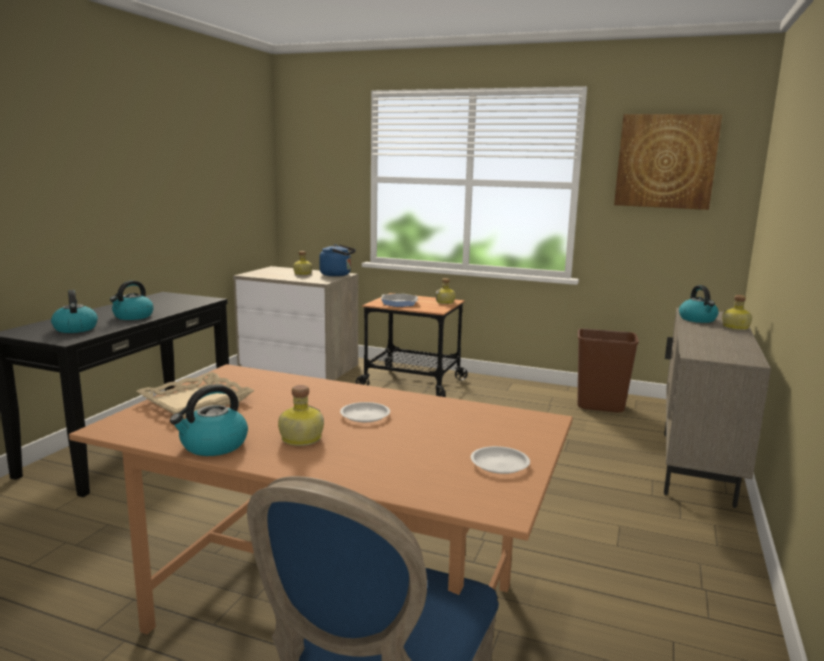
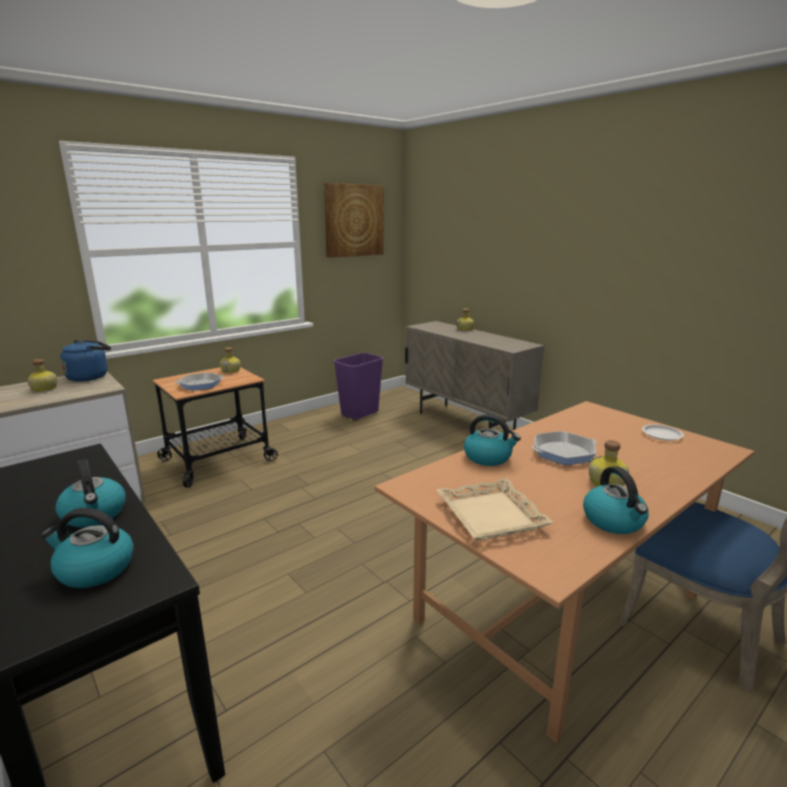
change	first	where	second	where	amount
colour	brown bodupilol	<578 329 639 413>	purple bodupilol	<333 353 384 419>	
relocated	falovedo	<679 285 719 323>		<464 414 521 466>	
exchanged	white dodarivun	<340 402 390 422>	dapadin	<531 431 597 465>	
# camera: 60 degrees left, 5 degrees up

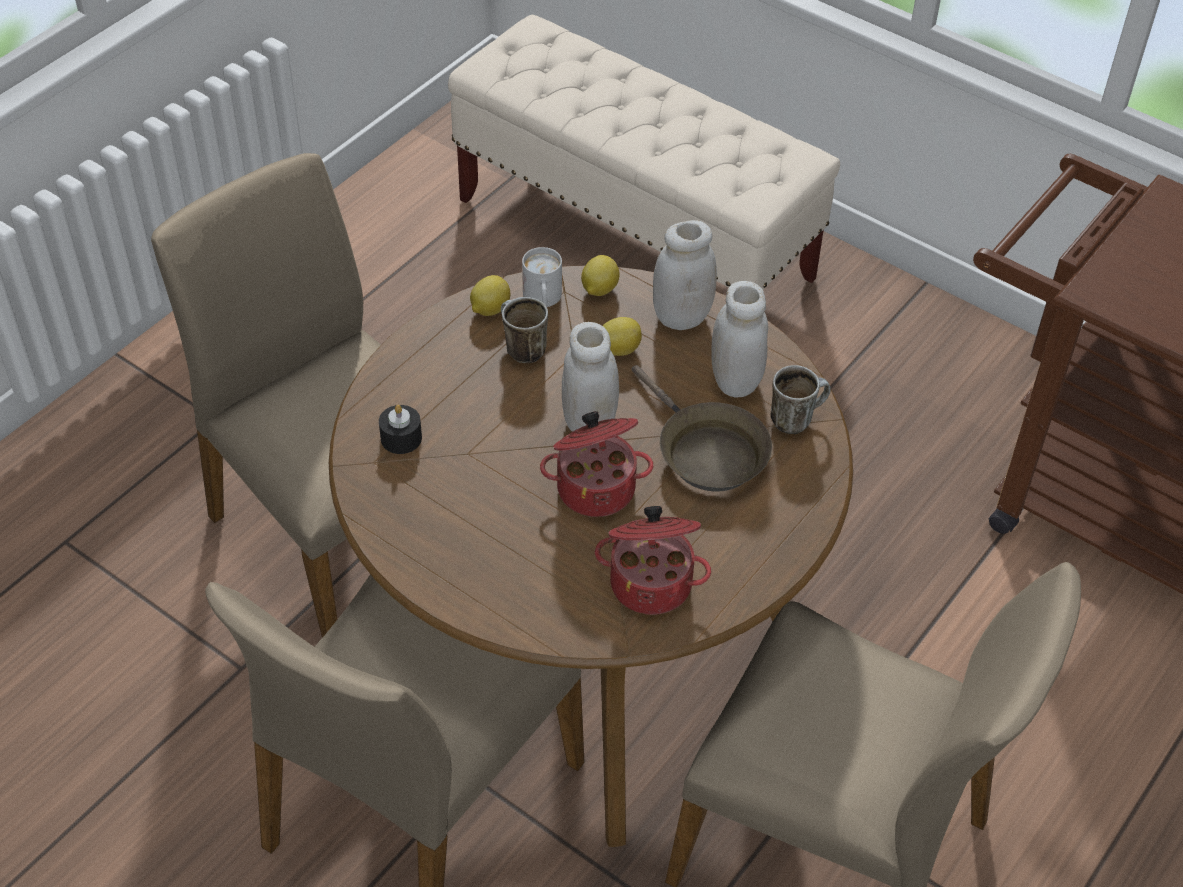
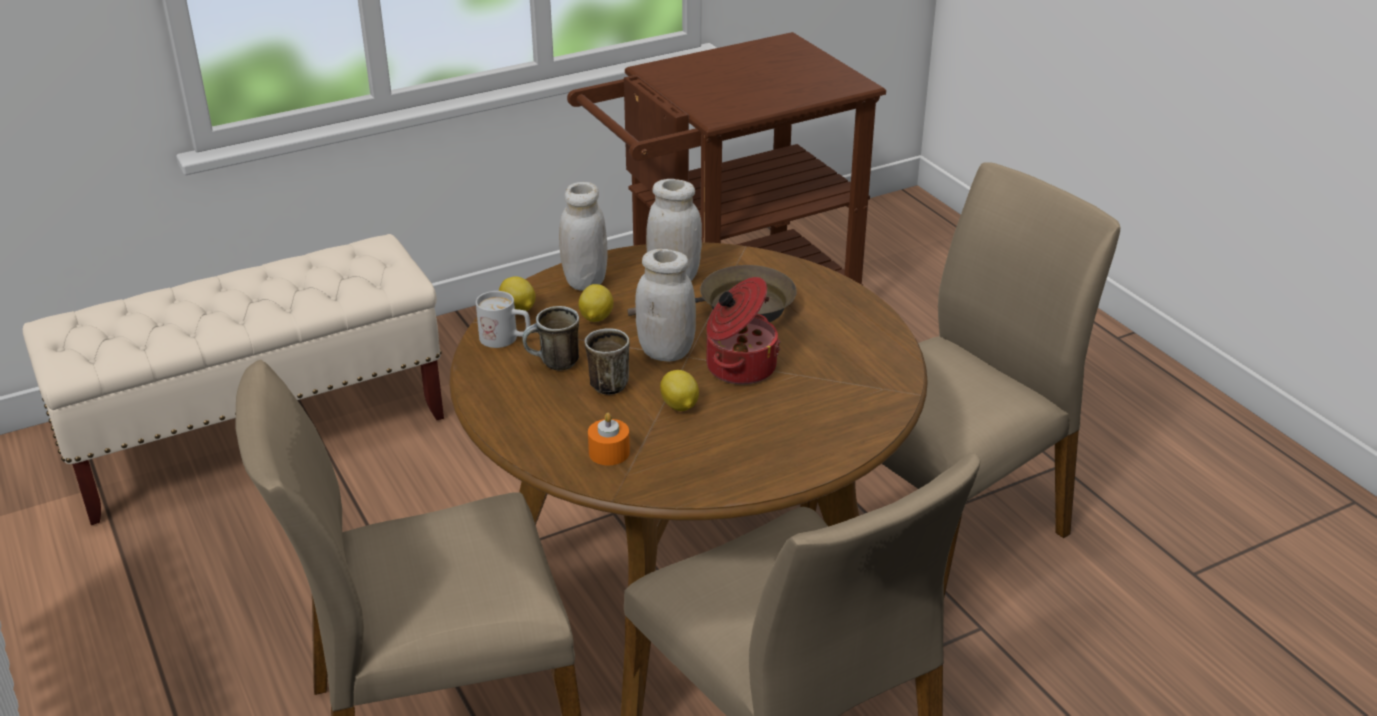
change	first	where	second	where	amount
relocated	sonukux	<770 365 831 434>		<584 328 630 395>	
colour	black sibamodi	<379 404 422 454>	orange sibamodi	<588 413 630 465>	
relocated	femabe	<470 275 510 316>		<660 370 699 411>	
missing	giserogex	<595 506 711 615>			
# camera: 65 degrees left, 15 degrees down

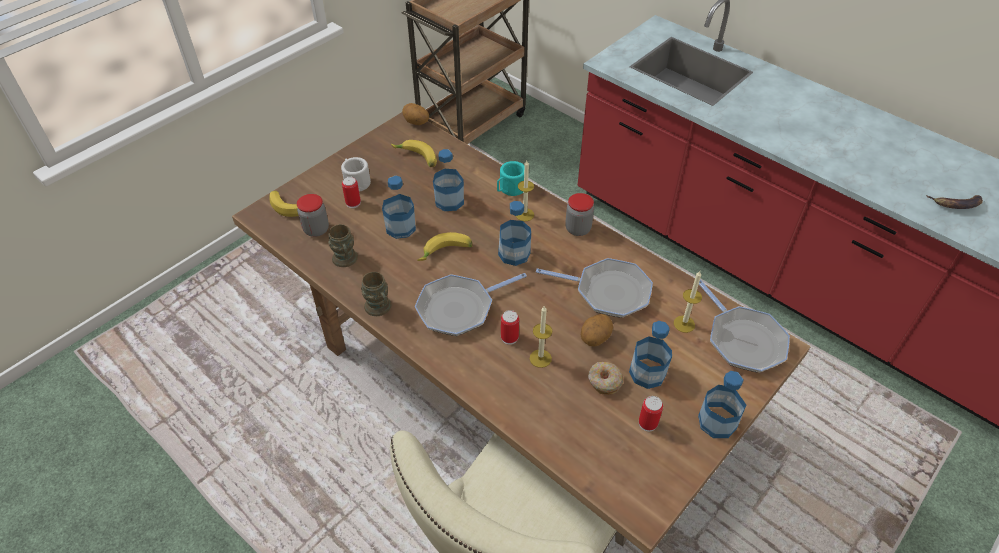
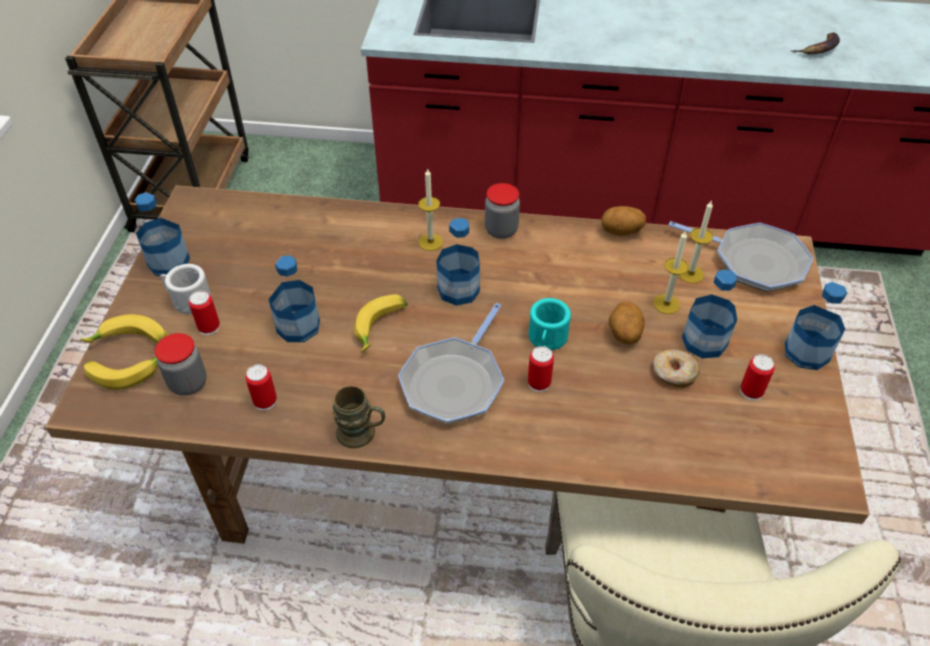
change	first	where	second	where	amount
relocated	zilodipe	<391 140 437 167>		<80 314 168 343>	
relocated	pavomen	<433 149 464 211>		<134 192 190 276>	
exchanged	brown sonukux	<328 224 358 267>	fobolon	<245 364 277 410>	
relocated	turquoise sonukux	<497 161 525 196>		<529 298 571 350>	
relocated	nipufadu	<402 103 429 125>		<601 206 646 236>	
relocated	sibamodi	<530 306 552 368>		<653 230 688 314>	
missing	dapadin	<536 258 653 318>			
# camera: 35 degrees left, 0 degrees up

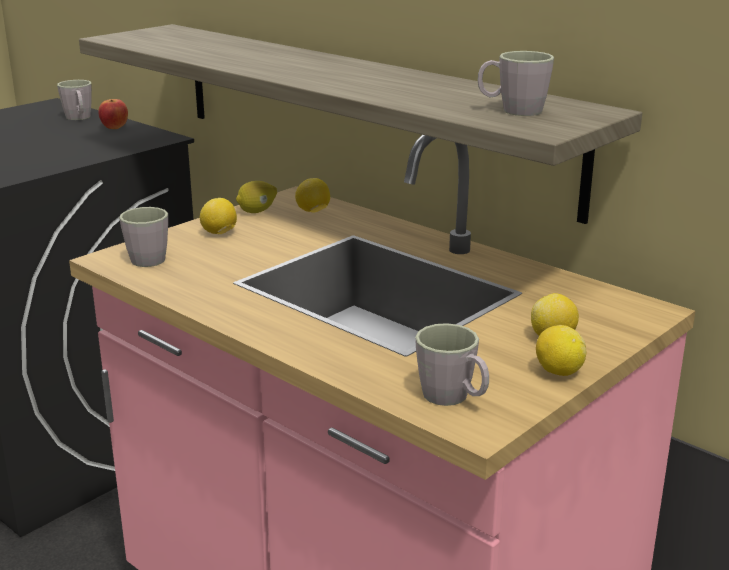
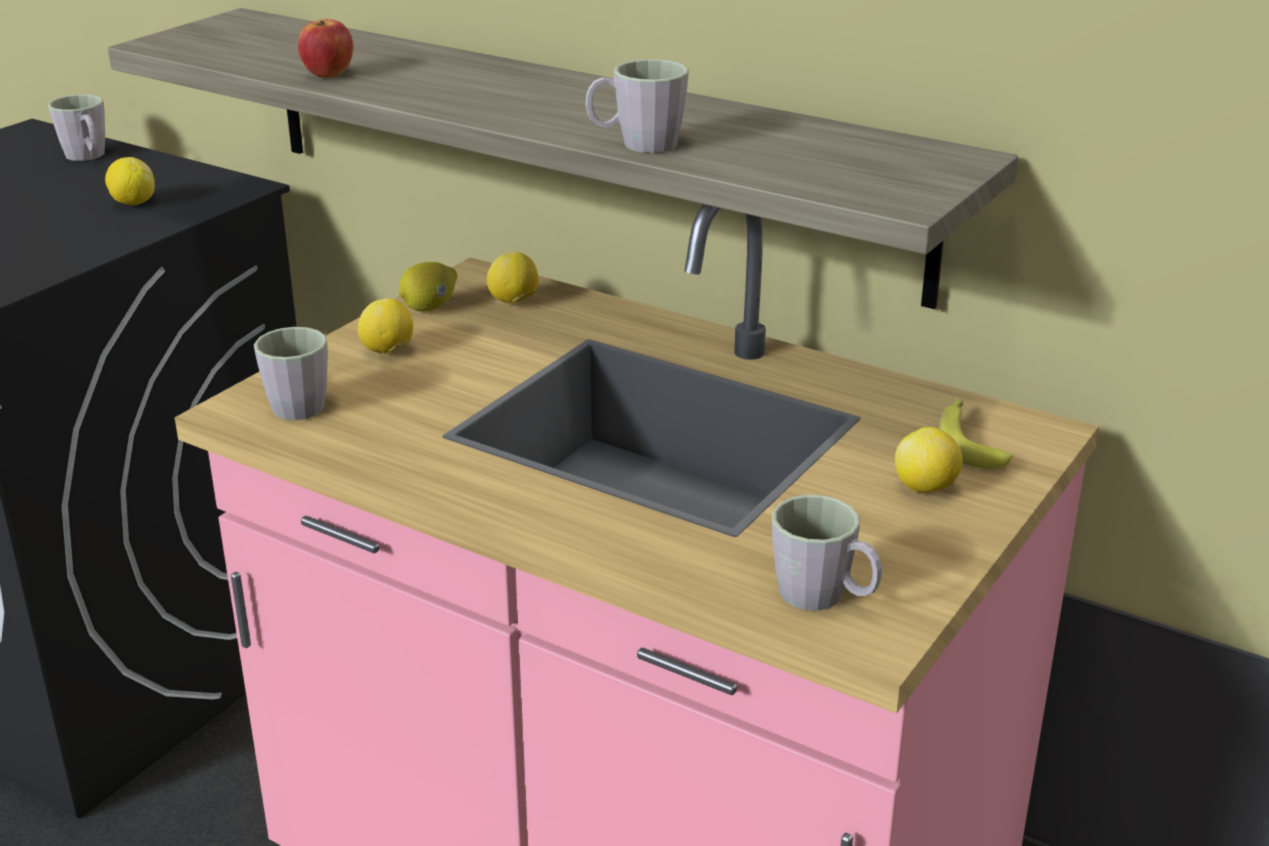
change	first	where	second	where	amount
relocated	femabe	<536 325 586 376>		<105 157 155 205>	
relocated	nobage	<98 99 128 129>		<298 19 353 78>	
relocated	grey sonukux	<477 51 554 116>		<586 59 689 153>	
appeared			zilodipe	<939 397 1013 469>	
# camera: 10 degrees left, 5 degrees up

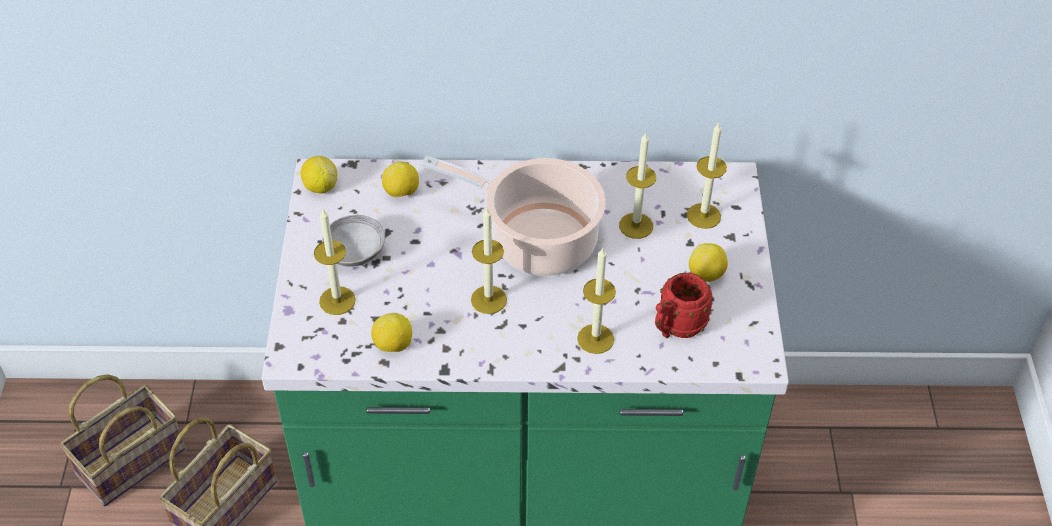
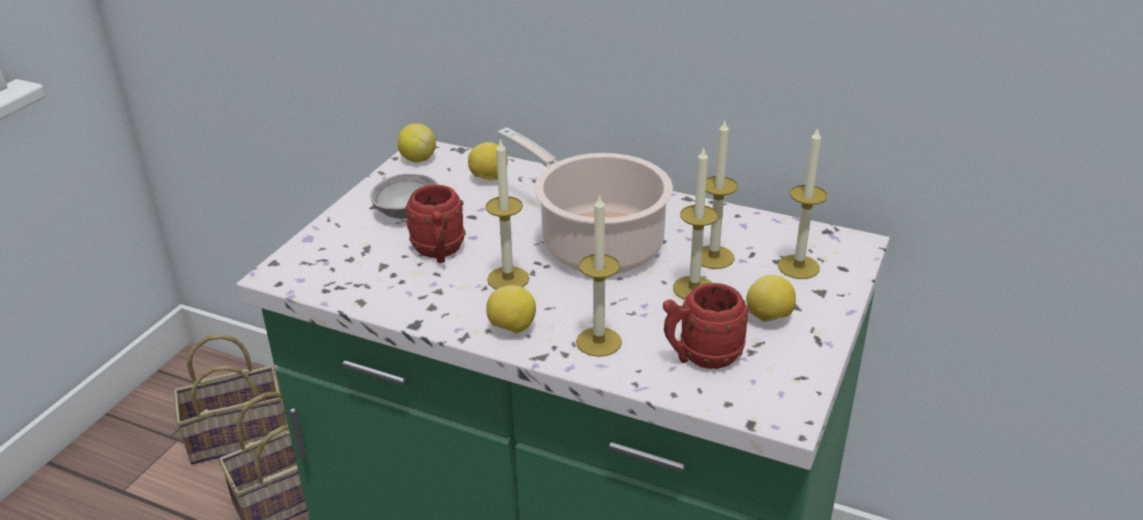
change	first	where	second	where	amount
appeared			red sonukux	<405 185 466 263>	
relocated	femabe	<371 313 412 352>		<486 285 536 333>	
relocated	sibamodi	<314 209 356 315>		<673 146 718 300>	
# camera: 25 degrees right, 15 degrees down

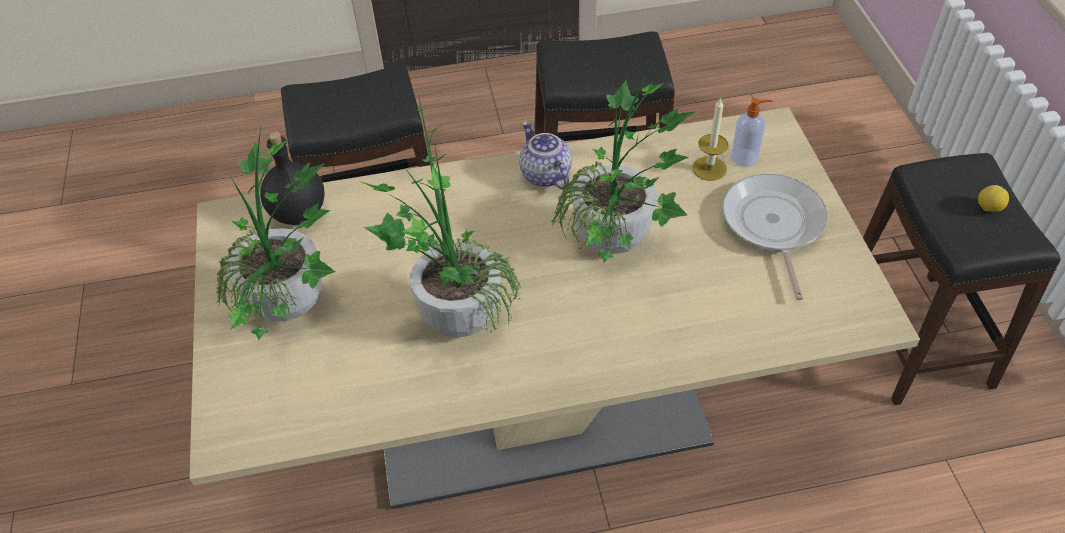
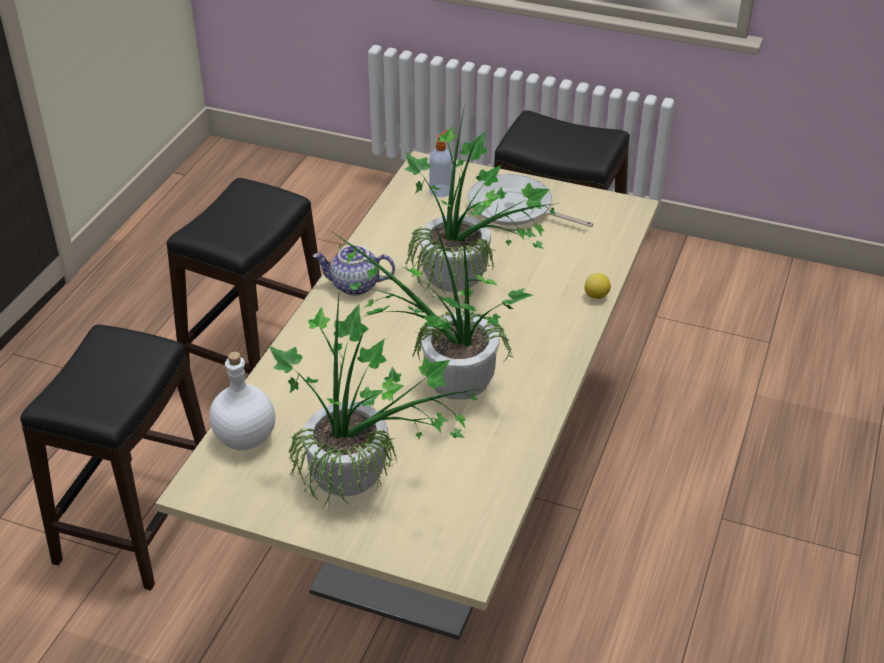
change	first	where	second	where	amount
colour	black pavomen	<260 131 324 225>	white pavomen	<209 351 275 450>	
relocated	femabe	<978 185 1009 211>		<584 273 611 299>	
missing	sibamodi	<692 97 728 181>			
# camera: 60 degrees left, 10 degrees down

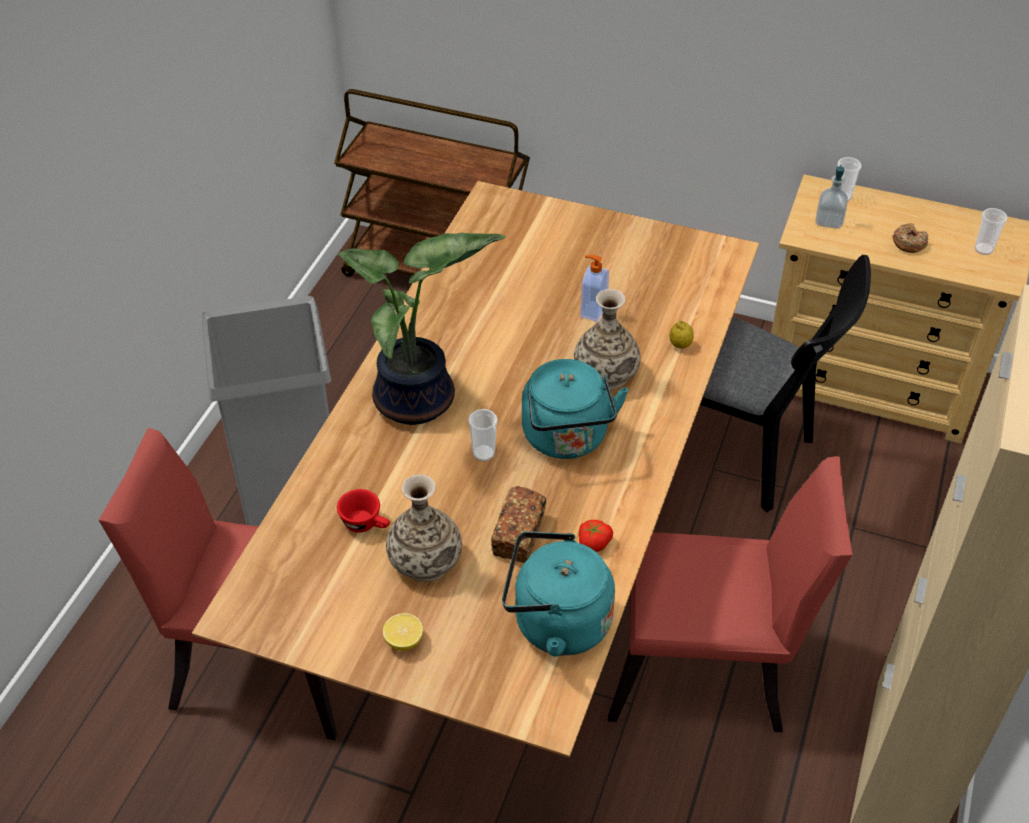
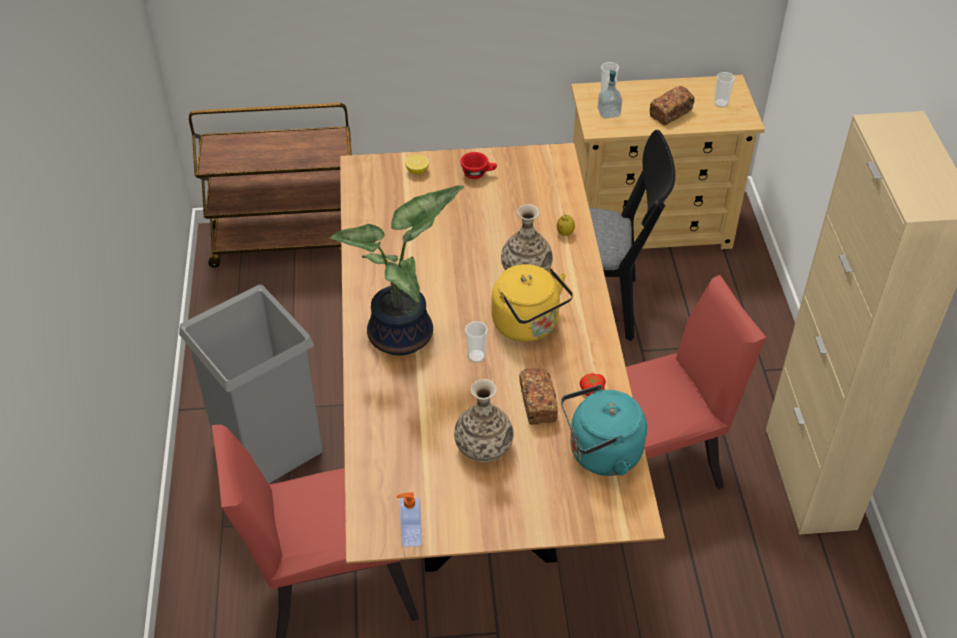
change	first	where	second	where	amount
relocated	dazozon	<580 255 609 322>		<397 492 421 547>	
relocated	femabe	<383 613 423 651>		<405 154 429 174>	
relocated	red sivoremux	<337 489 390 533>		<461 152 497 179>	
colour	turquoise falovedo	<522 359 628 459>	yellow falovedo	<491 264 573 342>	
exchanged	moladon	<892 223 929 253>	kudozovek	<649 86 694 125>	
# camera: 25 degrees left, 0 degrees up

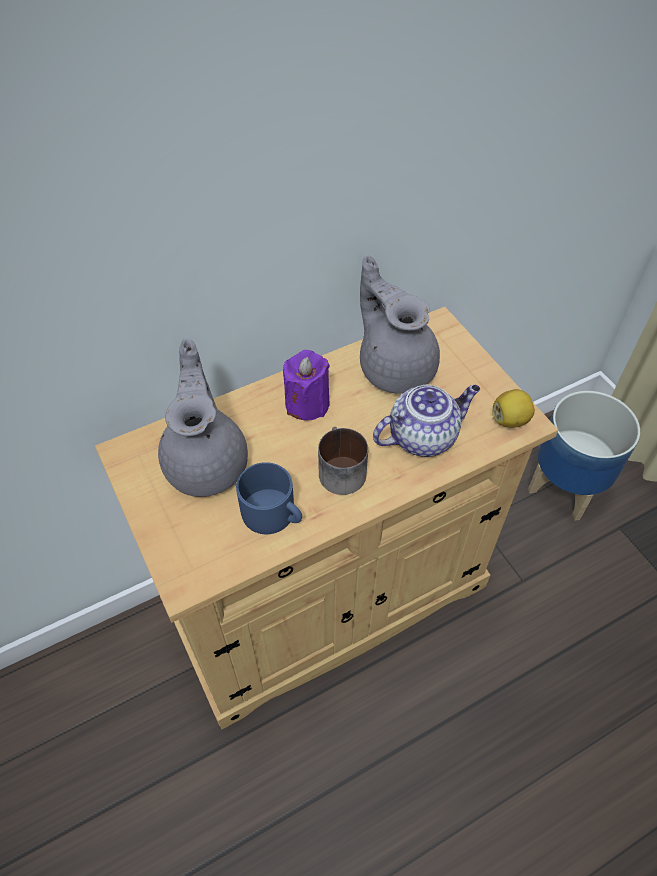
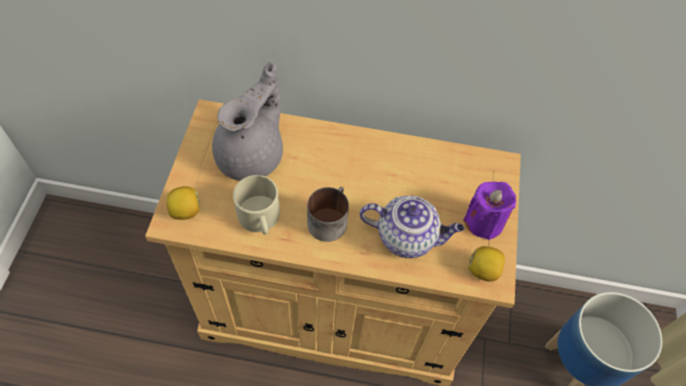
change	first	where	second	where	amount
appeared			femabe	<167 186 200 220>	
colour	blue sonukux	<236 462 302 534>	beige sonukux	<233 175 280 235>	
relocated	purple sibamodi	<283 350 330 421>		<463 182 516 240>	
missing	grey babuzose	<360 255 440 394>			
# camera: 35 degrees right, 5 degrees up

